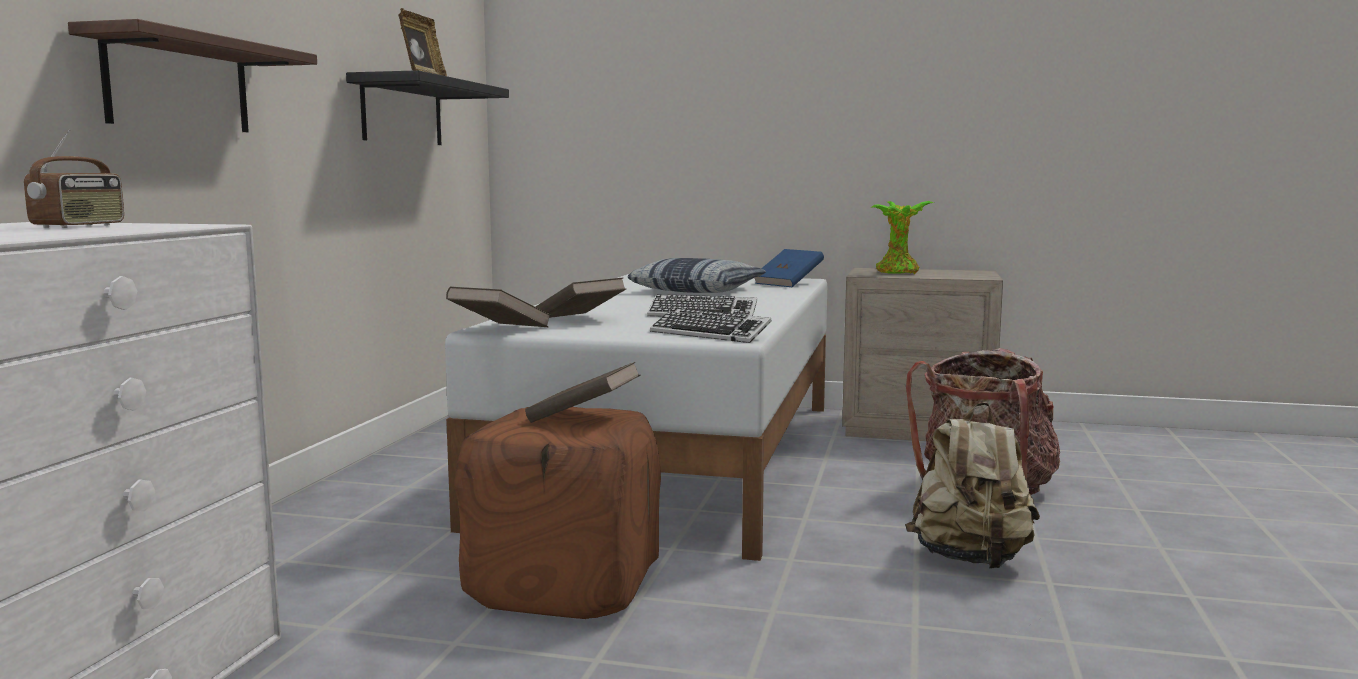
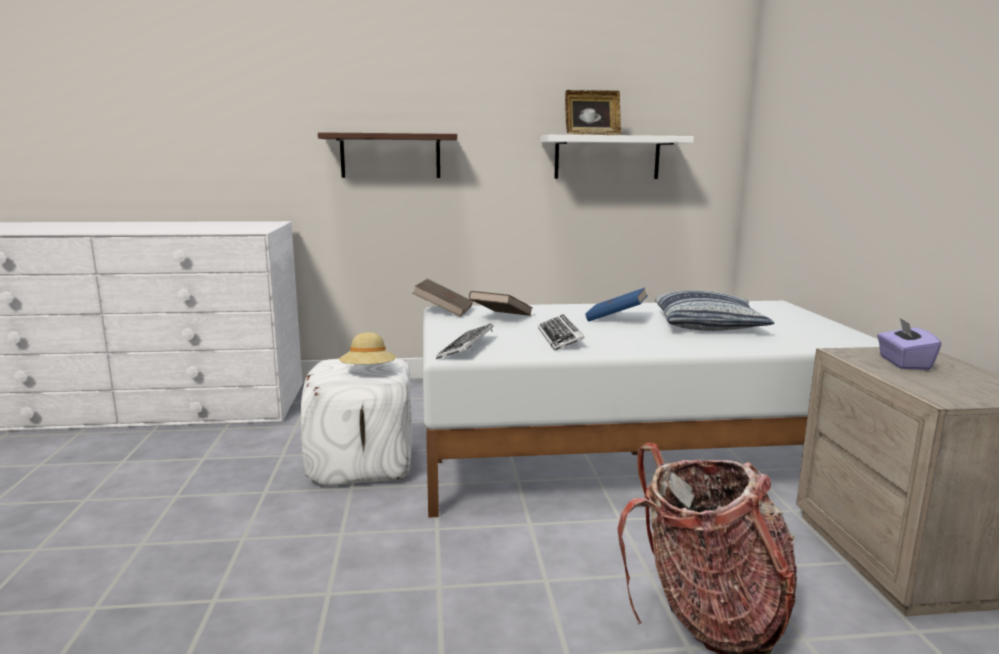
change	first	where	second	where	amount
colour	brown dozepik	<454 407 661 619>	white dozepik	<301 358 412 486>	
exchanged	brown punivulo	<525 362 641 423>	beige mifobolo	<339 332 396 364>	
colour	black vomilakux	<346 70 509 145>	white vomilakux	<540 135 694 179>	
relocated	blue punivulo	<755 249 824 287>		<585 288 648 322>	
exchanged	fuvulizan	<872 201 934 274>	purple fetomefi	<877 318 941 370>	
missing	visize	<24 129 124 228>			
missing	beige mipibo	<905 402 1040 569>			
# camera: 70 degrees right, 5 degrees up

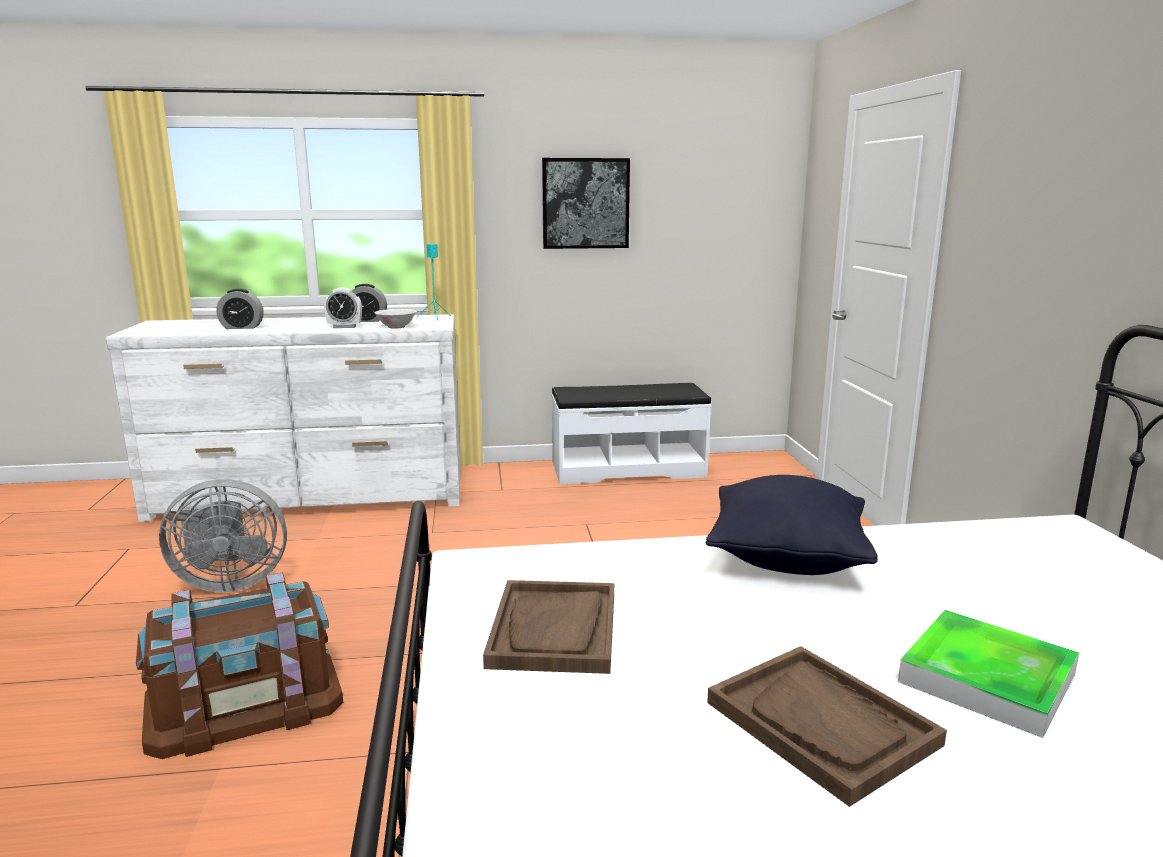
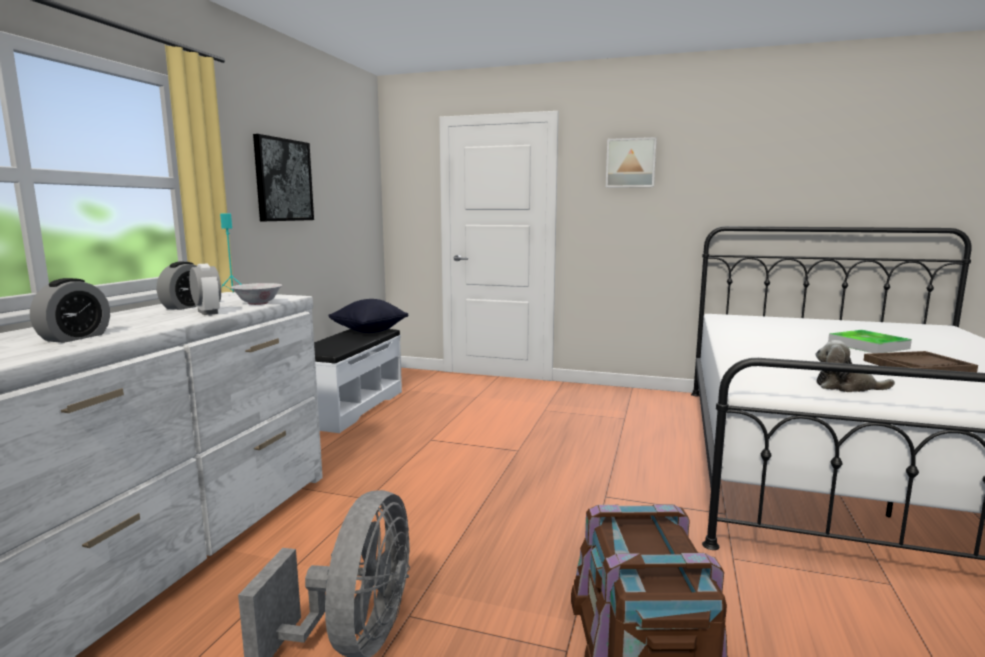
change	first	where	second	where	amount
spun	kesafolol	<324 288 362 328>		<189 264 221 315>	60 degrees counterclockwise
relocated	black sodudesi	<706 475 878 575>		<328 299 409 333>	
appeared			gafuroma	<606 137 657 188>	
exchanged	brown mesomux	<483 580 614 674>	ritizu	<815 340 895 392>	
# camera: 65 degrees left, 5 degrees down

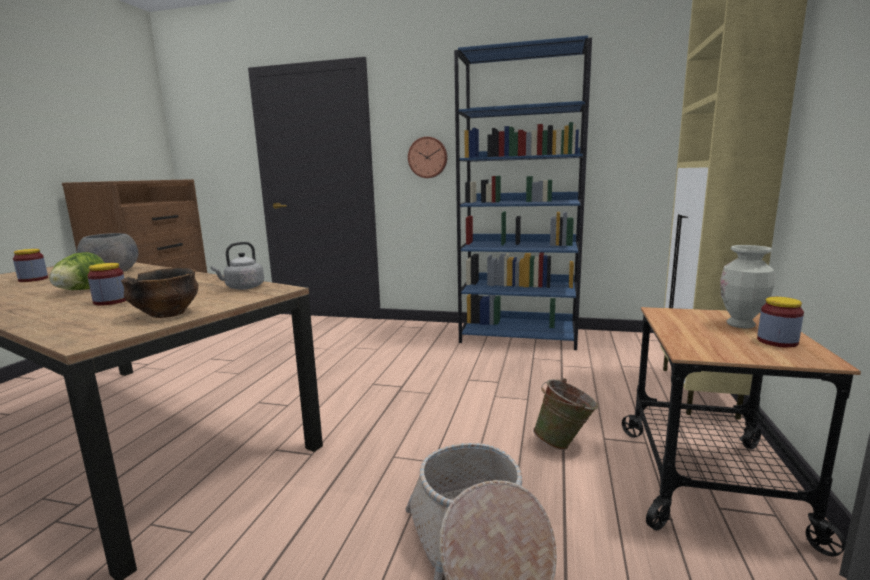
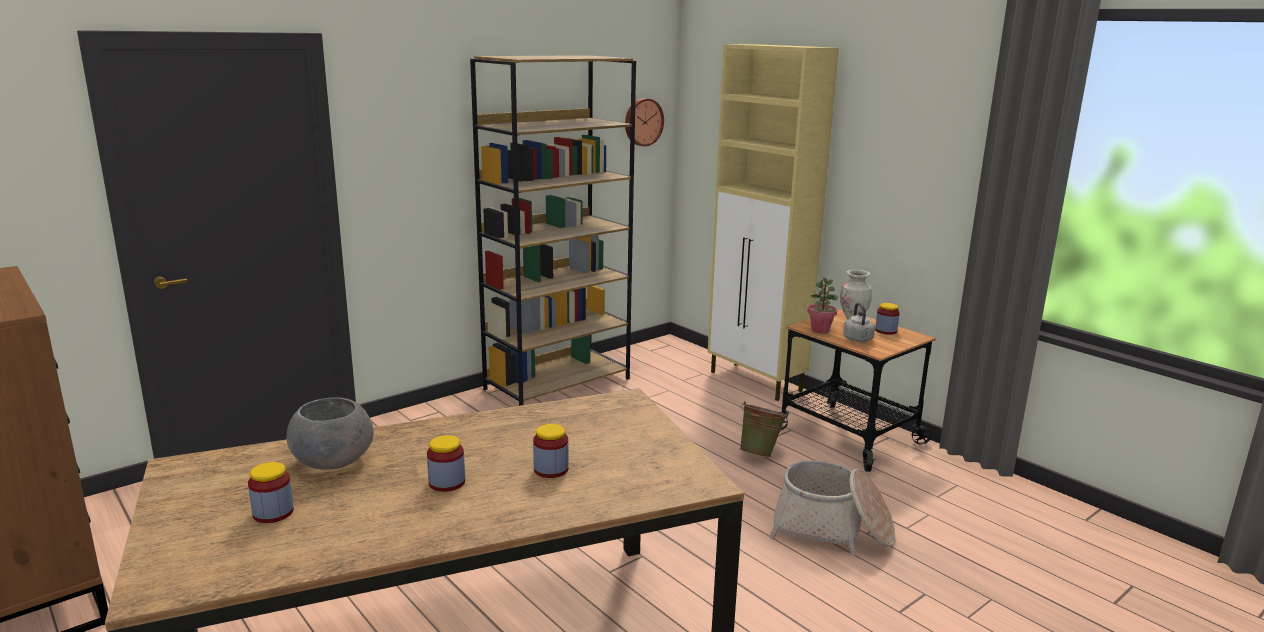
change	first	where	second	where	amount
exchanged	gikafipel	<49 252 104 290>	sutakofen	<427 435 465 492>	
colour	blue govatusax	<454 35 592 350>	brown govatusax	<470 55 636 406>	
relocated	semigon	<408 137 447 178>		<625 98 664 146>	
appeared			fuvulizan	<808 278 838 334>	
relocated	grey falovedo	<211 242 264 290>		<843 303 875 342>	
missing	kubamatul	<121 268 199 318>			
# camera: 55 degrees left, 5 degrees up

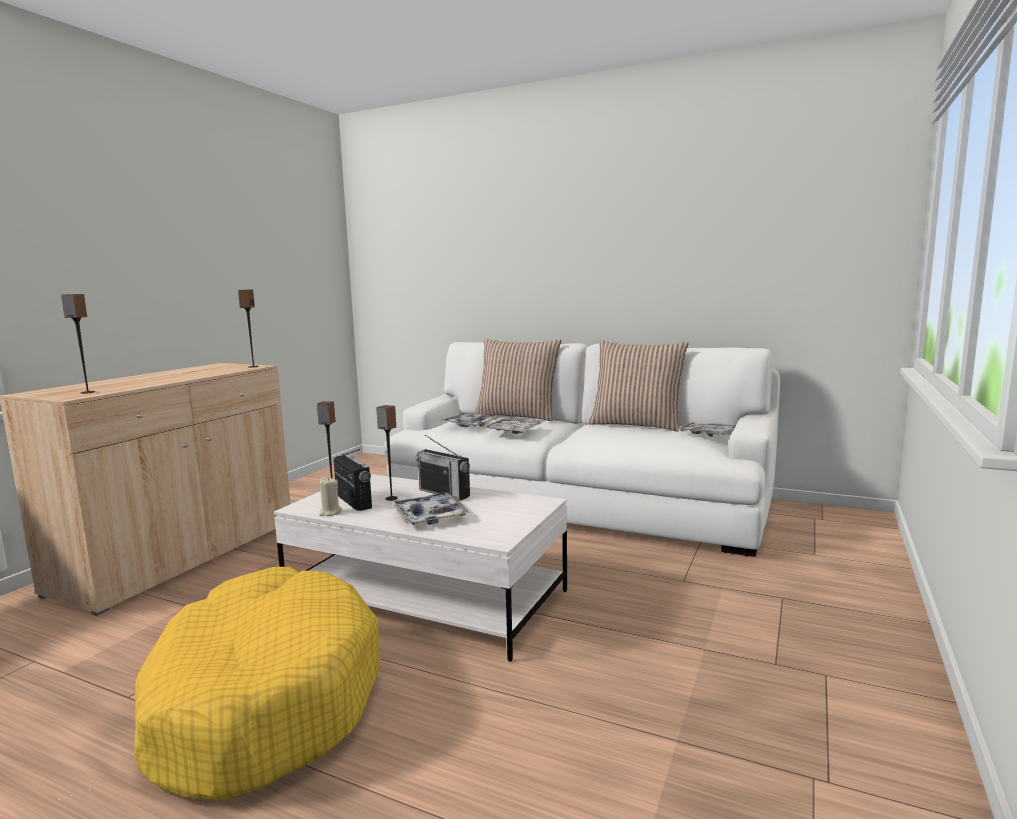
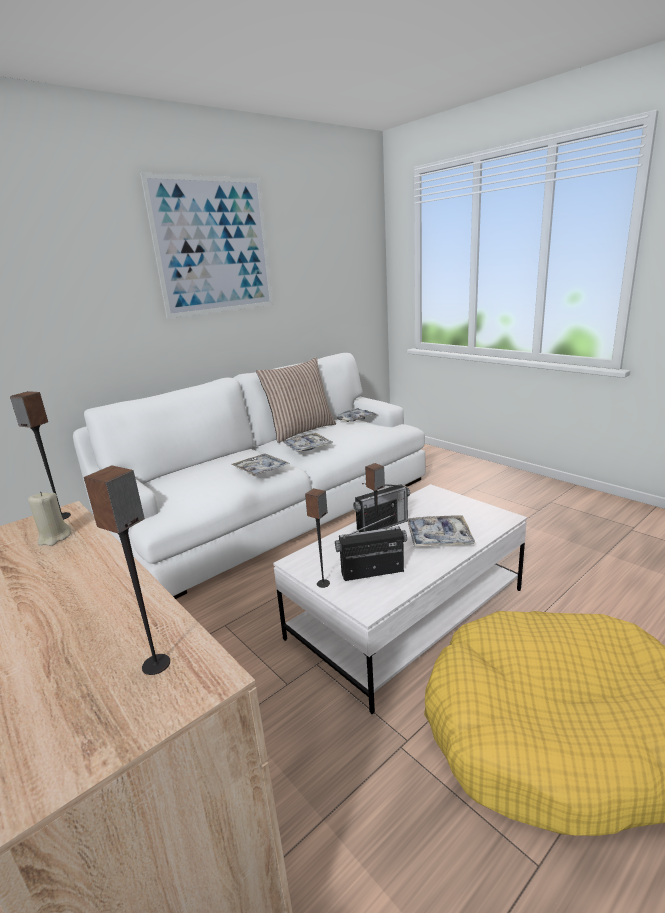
change	first	where	second	where	amount
relocated	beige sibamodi	<319 478 342 516>		<28 491 71 546>	
appeared			gafuroma	<140 173 273 319>	
relocated	mesomux	<440 413 499 427>		<281 433 333 452>	
missing	sodudesi	<474 339 561 421>			
# camera: 65 degrees left, 10 degrees up

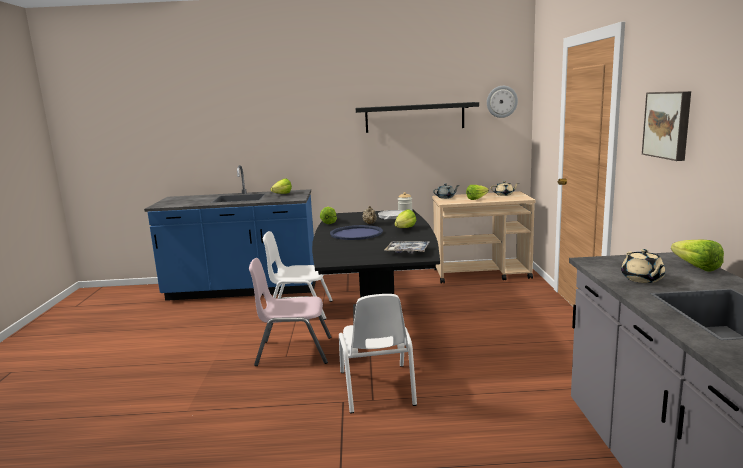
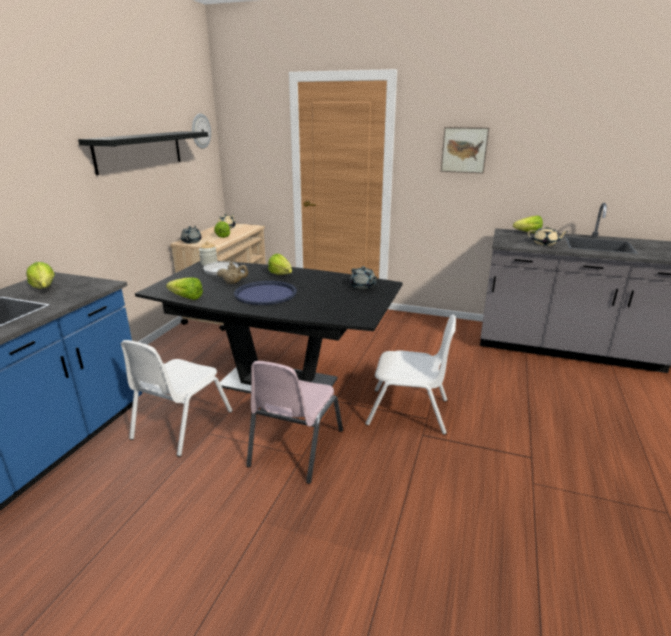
change	first	where	second	where	amount
exchanged	mesomux	<384 241 429 254>	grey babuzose	<350 266 377 289>	
# camera: 70 degrees left, 10 degrees up

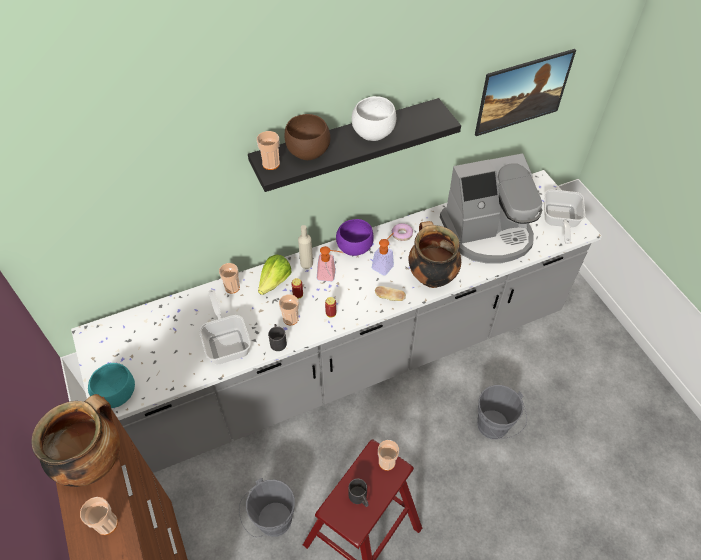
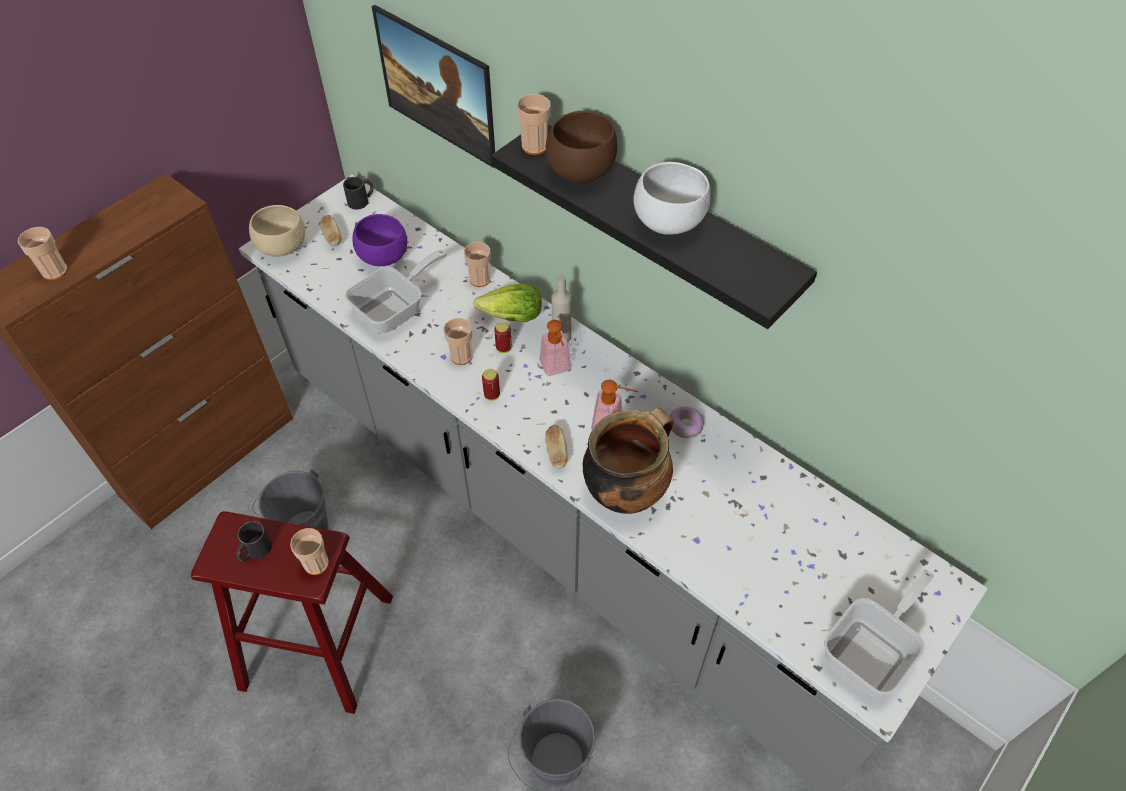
change	first	where	second	where	amount
colour	turquoise kubamatul	<88 363 135 408>	beige kubamatul	<249 205 305 257>	
appeared			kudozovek	<320 215 342 246>	
relocated	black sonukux	<268 324 287 351>		<343 177 373 210>	
relocated	purple kubamatul	<336 219 374 256>		<352 214 407 266>	
relocated	gafuroma	<475 49 576 136>		<372 5 495 168>	
spun	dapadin	<544 190 585 244>		<824 570 934 697>	150 degrees clockwise
missing	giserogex	<32 394 120 487>			
missing	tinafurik	<440 153 542 263>			
# camera: 65 degrees right, 0 degrees up

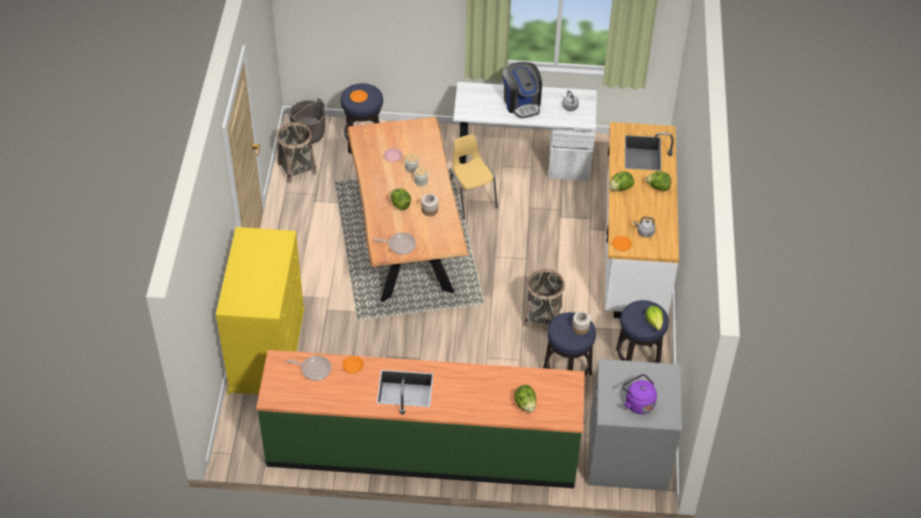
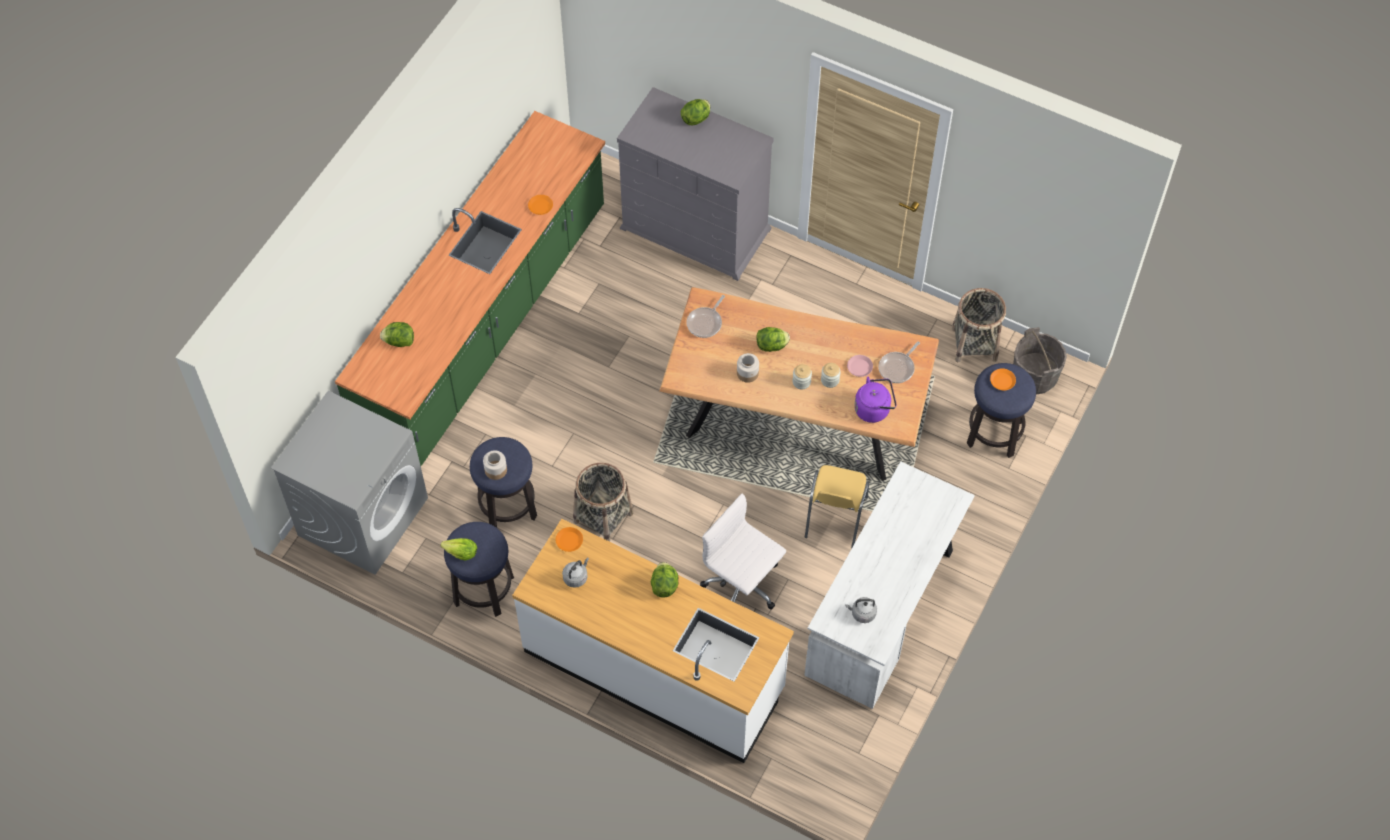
change	first	where	second	where	amount
colour	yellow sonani	<216 227 305 395>	grey sonani	<617 87 774 281>	
relocated	gikafipel	<646 171 671 191>		<681 99 710 125>	
appeared			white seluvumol	<700 494 786 610>	
spun	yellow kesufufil	<450 134 498 219>		<805 465 869 548>	105 degrees clockwise
relocated	purple falovedo	<622 374 657 414>		<854 377 897 423>	
relocated	dapadin	<286 356 331 381>		<878 341 920 383>	
missing	tinafurik	<502 62 542 118>			
# camera: 115 degrees right, 10 degrees up

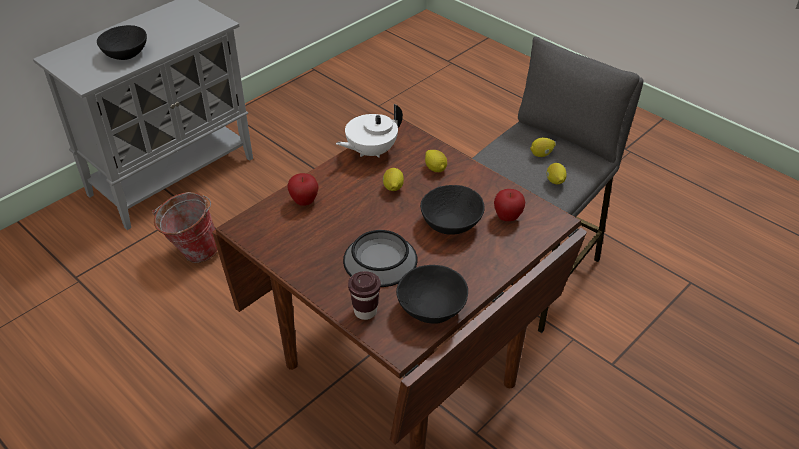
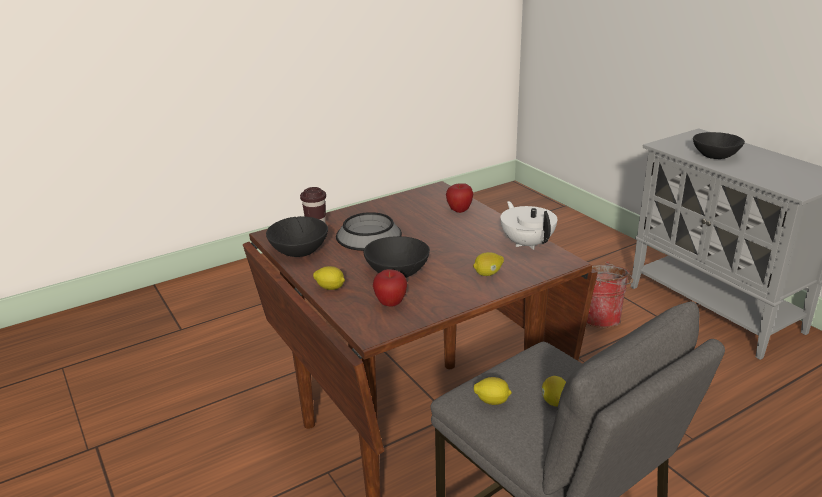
change	first	where	second	where	amount
relocated	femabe	<383 168 404 191>		<313 266 345 290>	
# camera: 105 degrees right, 15 degrees down

